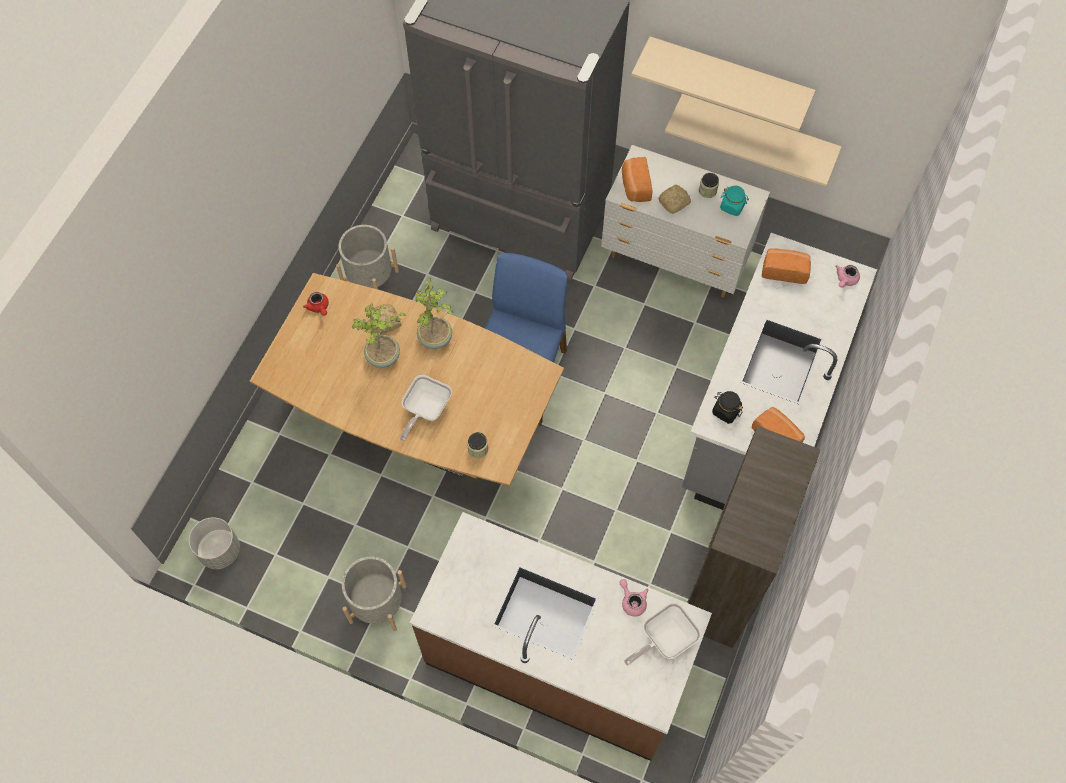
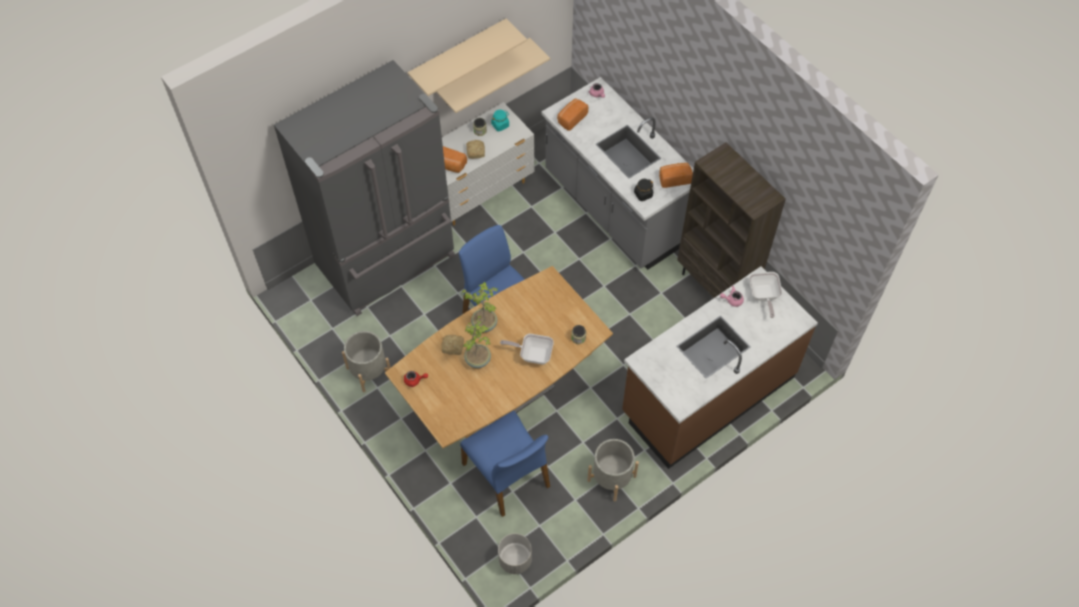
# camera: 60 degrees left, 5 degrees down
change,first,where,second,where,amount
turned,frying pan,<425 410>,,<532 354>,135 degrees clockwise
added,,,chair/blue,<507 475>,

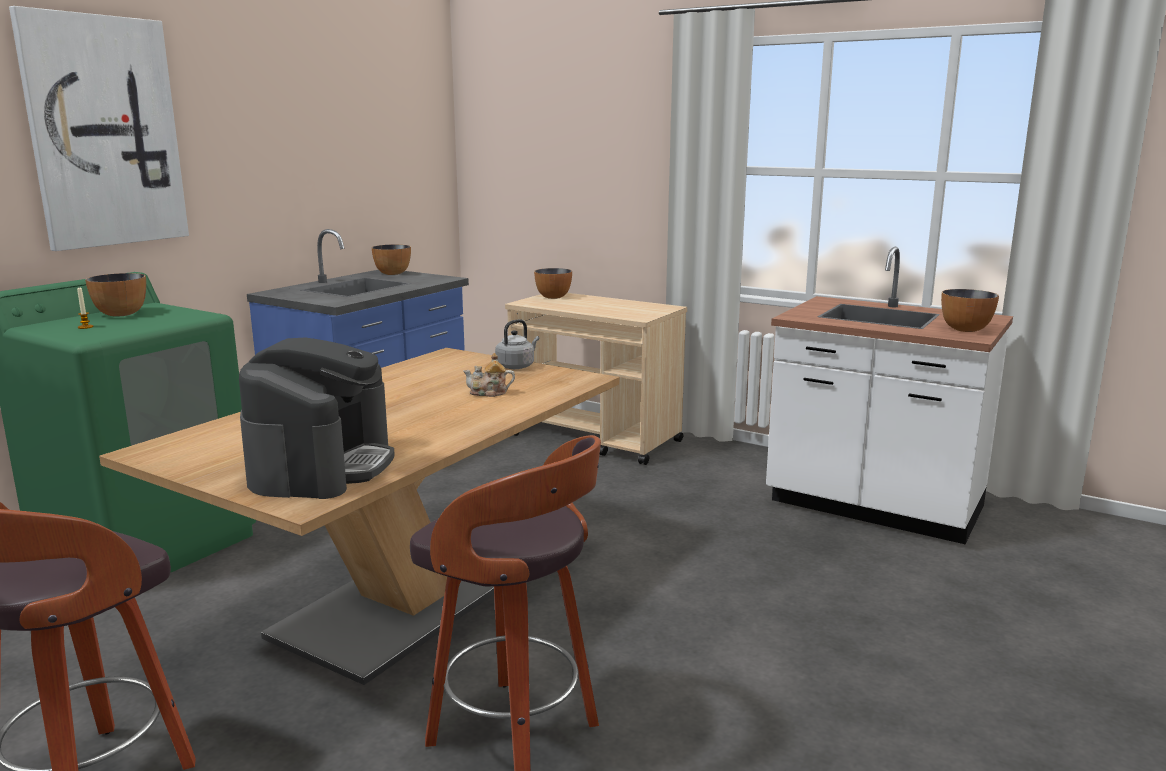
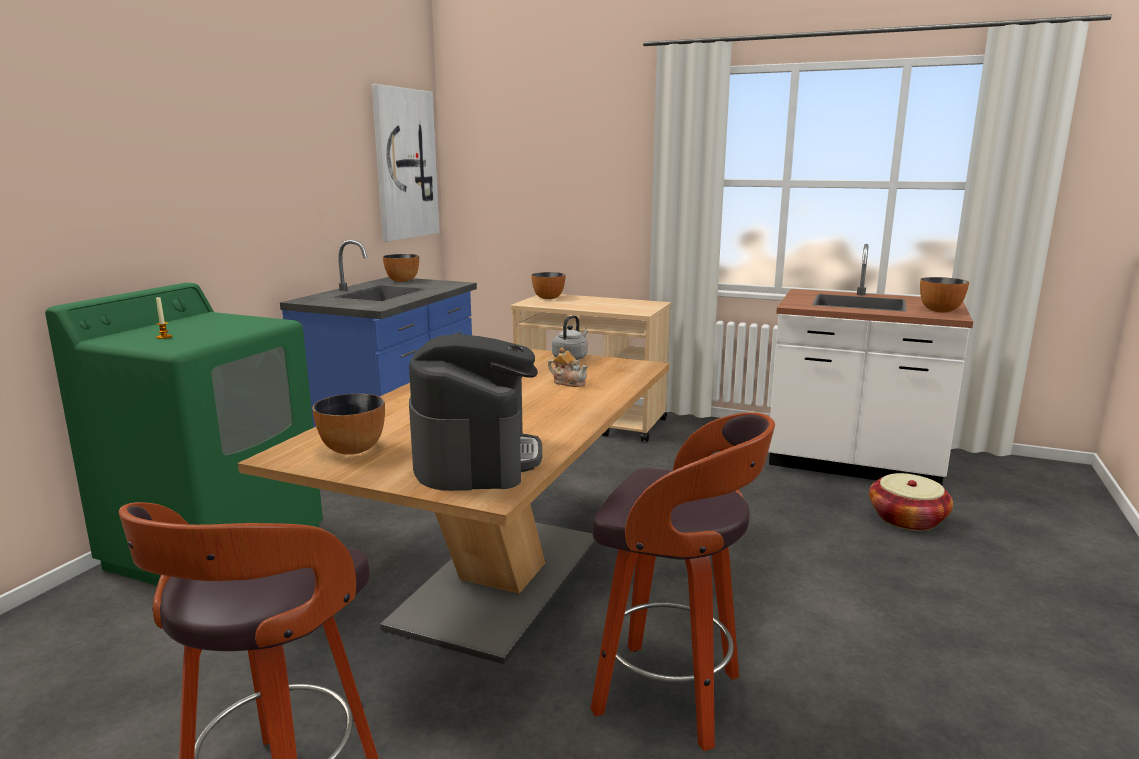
# camera: 10 degrees left, 0 degrees up
change,first,where,second,where,amount
moved,picture,<104 132>,,<405 164>,
moved,bowl,<121 314>,,<352 449>,
turned,teapot,<489 393>,,<569 382>,135 degrees counterclockwise
added,,,basket,<907 519>,

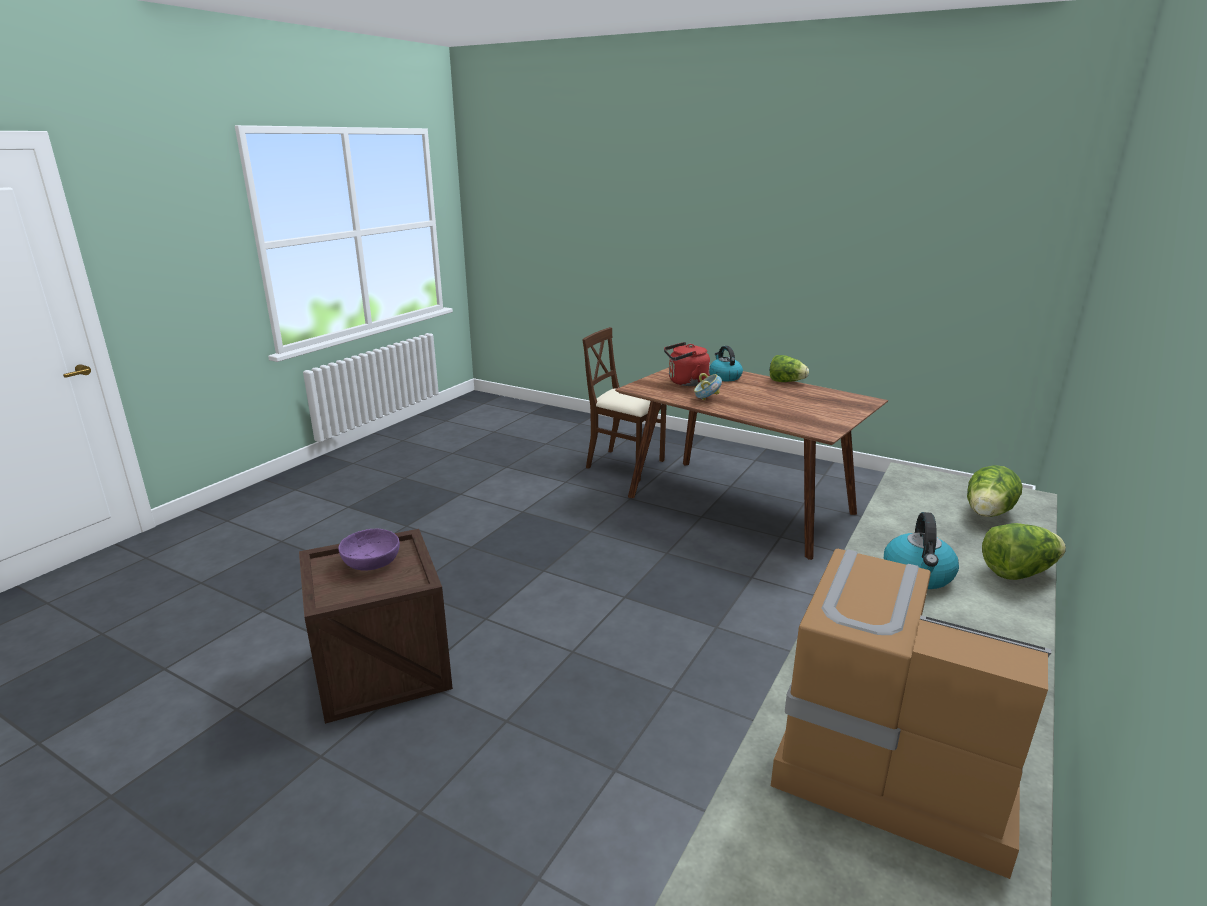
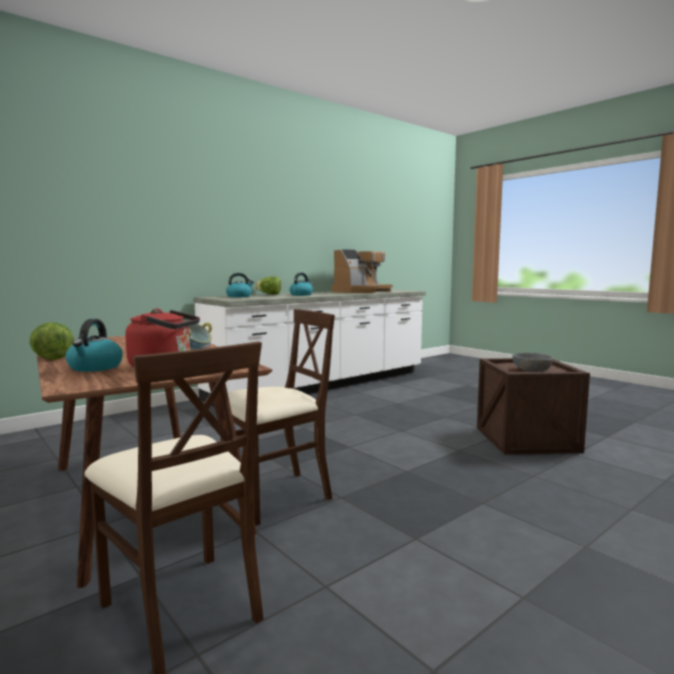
# camera: 160 degrees left, 15 degrees down
change,first,where,second,where,amount
recoloured,bowl/purple,<371 564>,bowl/grey,<532 370>,
turned,coffee machine,<891 757>,,<361 291>,90 degrees counterclockwise
replaced,lettuce,<987 514>,kettle,<239 296>,
added,,,chair/beige,<275 496>,

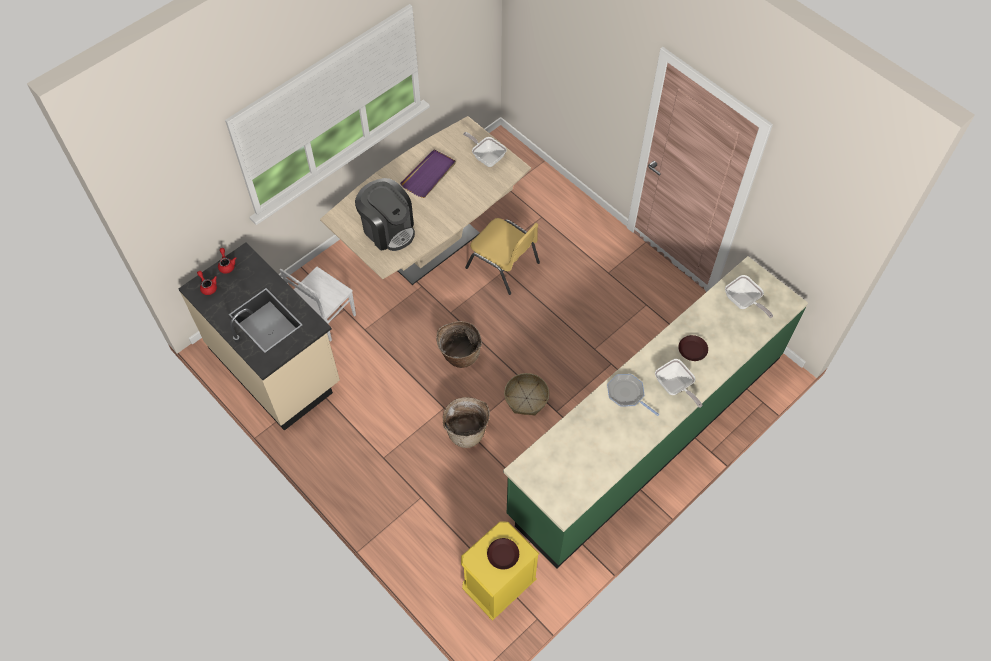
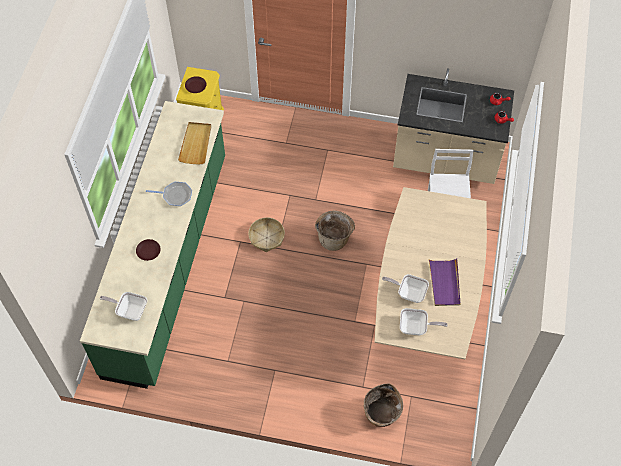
# camera: 145 degrees right, 0 degrees up
change,first,where,second,where,amount
removed,coffee machine,<388 229>,,,
moved,basket,<467 430>,,<381 415>,
removed,chair/yellow,<504 265>,,,
moved,frying pan,<675 387>,,<409 292>,
added,,,tray/beige,<196 144>,

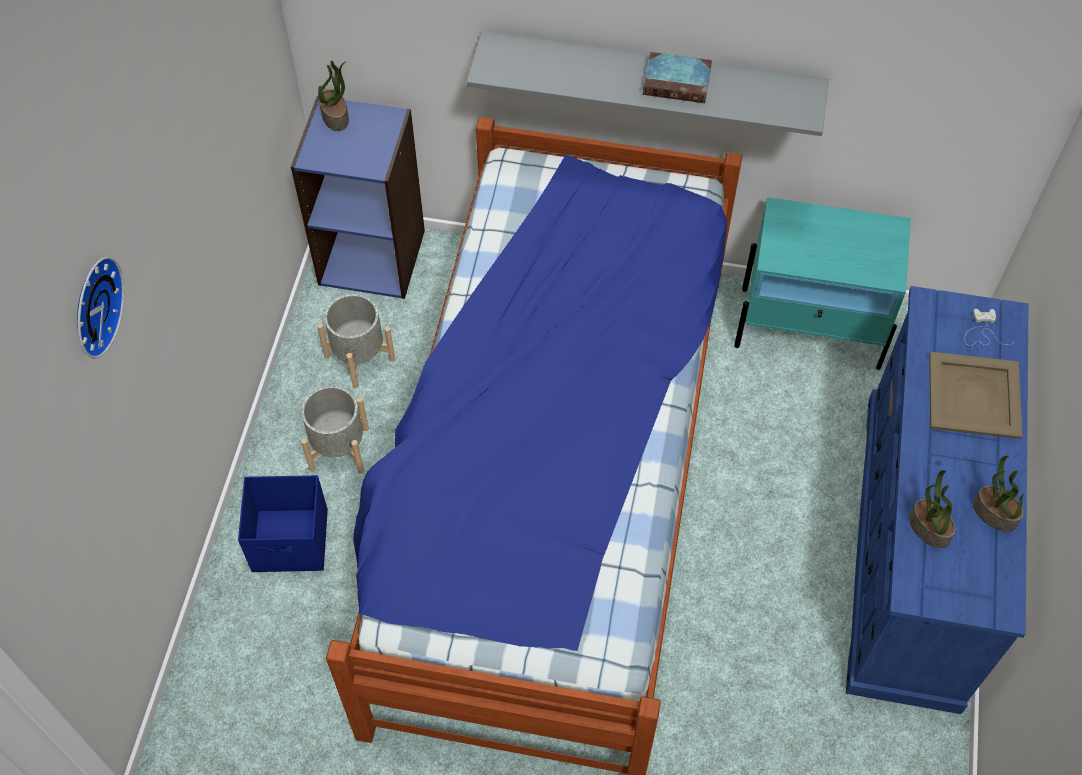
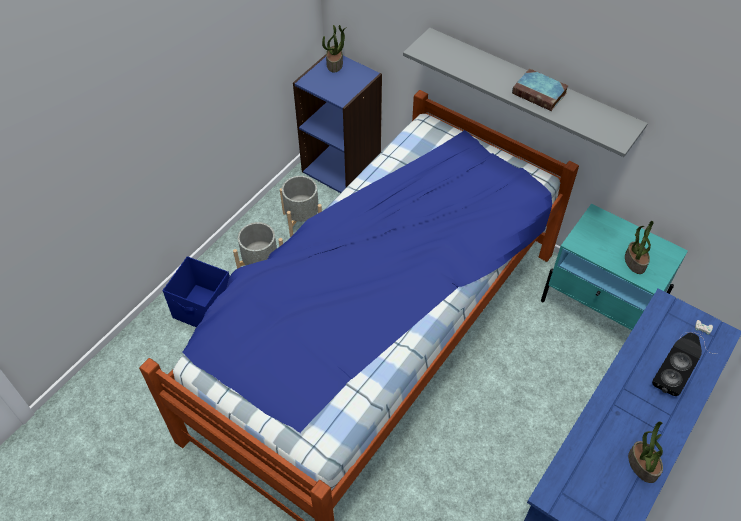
# camera: 25 degrees right, 5 degrees down
change,first,where,second,where,amount
removed,wall clock,<93 306>,,,
moved,potted plant,<928 528>,,<634 262>,
replaced,tray/beige,<975 395>,speaker/black,<669 378>,

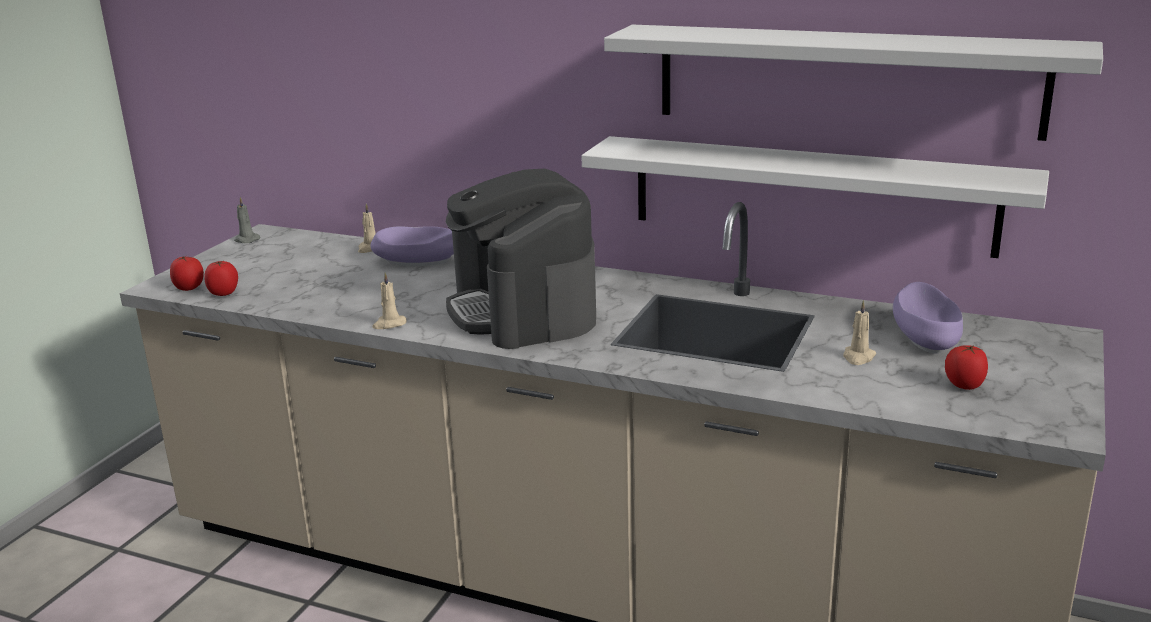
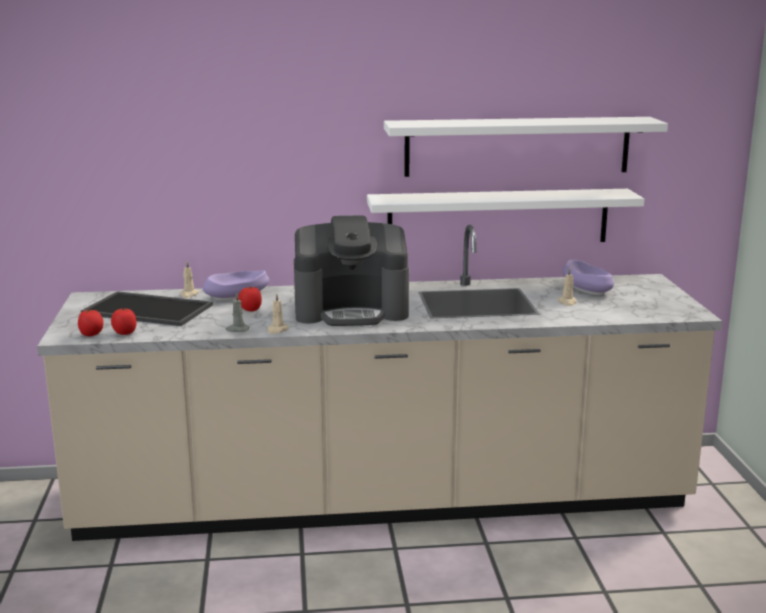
# camera: 30 degrees left, 5 degrees down
change,first,where,second,where,amount
moved,candle/grey,<246 240>,,<237 329>,
turned,coffee machine,<523 310>,,<352 310>,45 degrees counterclockwise
moved,tomato,<964 385>,,<250 310>,
added,,,tray,<149 309>,

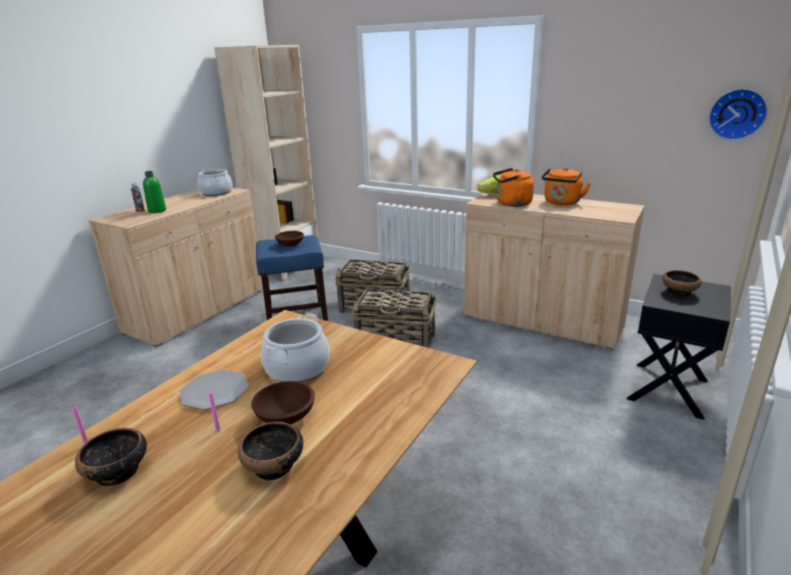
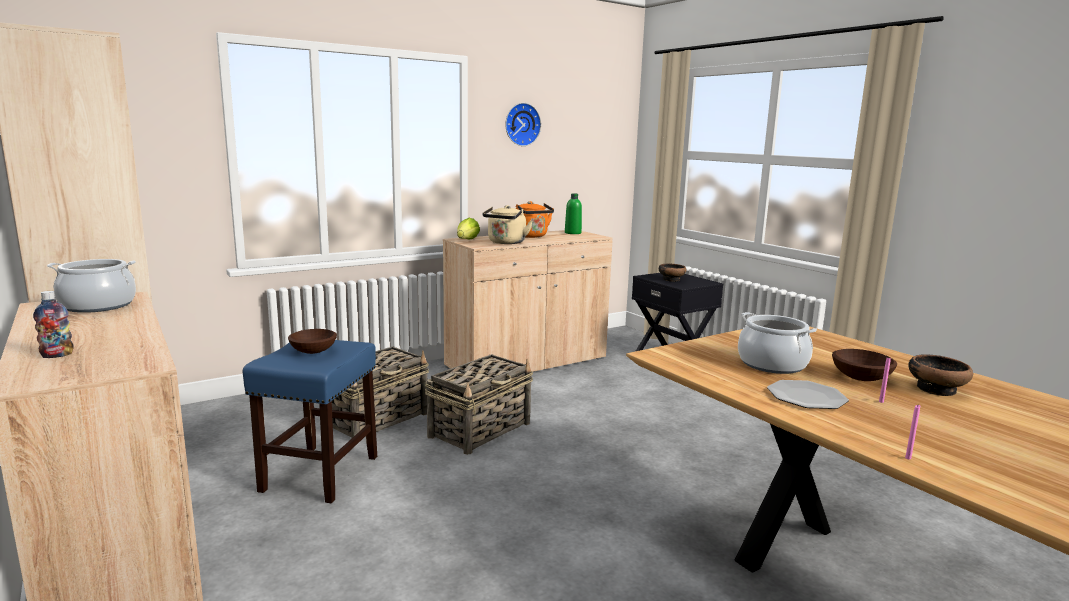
# camera: 65 degrees left, 10 degrees down
change,first,where,second,where,amount
removed,bowl,<117 472>,,,
moved,bottle/green,<157 211>,,<573 233>,
recoloured,kettle/orange,<511 204>,kettle/beige,<506 243>,
moved,wall clock,<737 114>,,<521 124>,

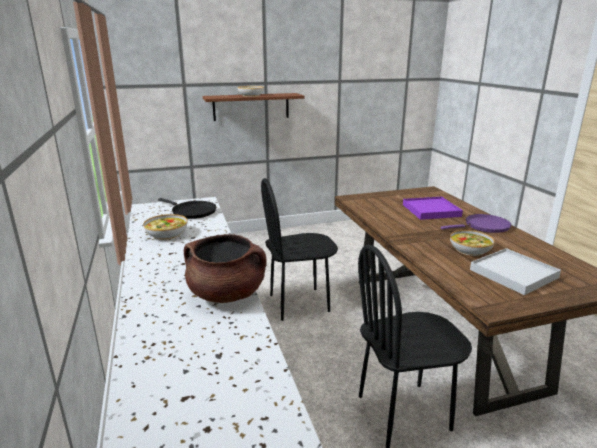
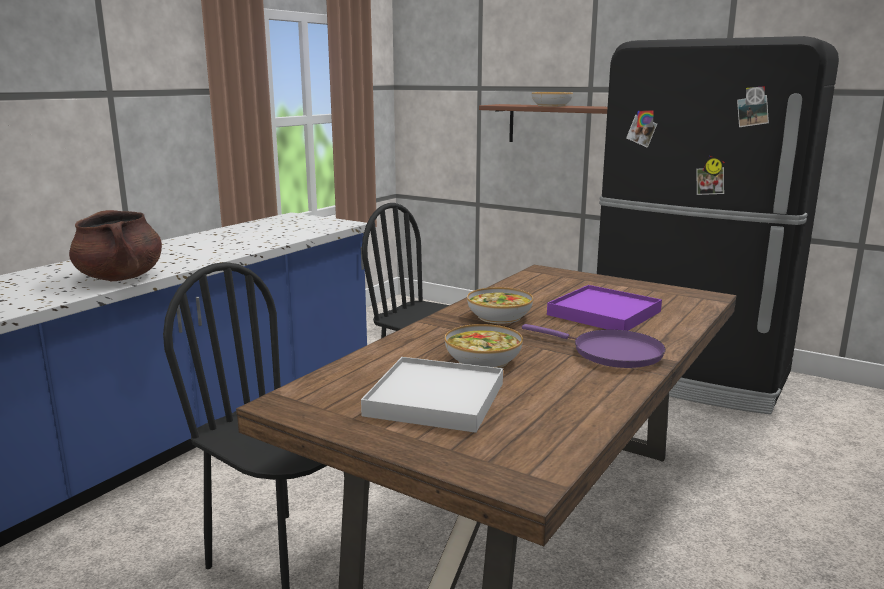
# camera: 50 degrees right, 5 degrees down
change,first,where,second,where,amount
moved,bowl,<167 234>,,<500 316>,
removed,frying pan/black,<192 212>,,,
added,,,fridge/black,<688 375>,

